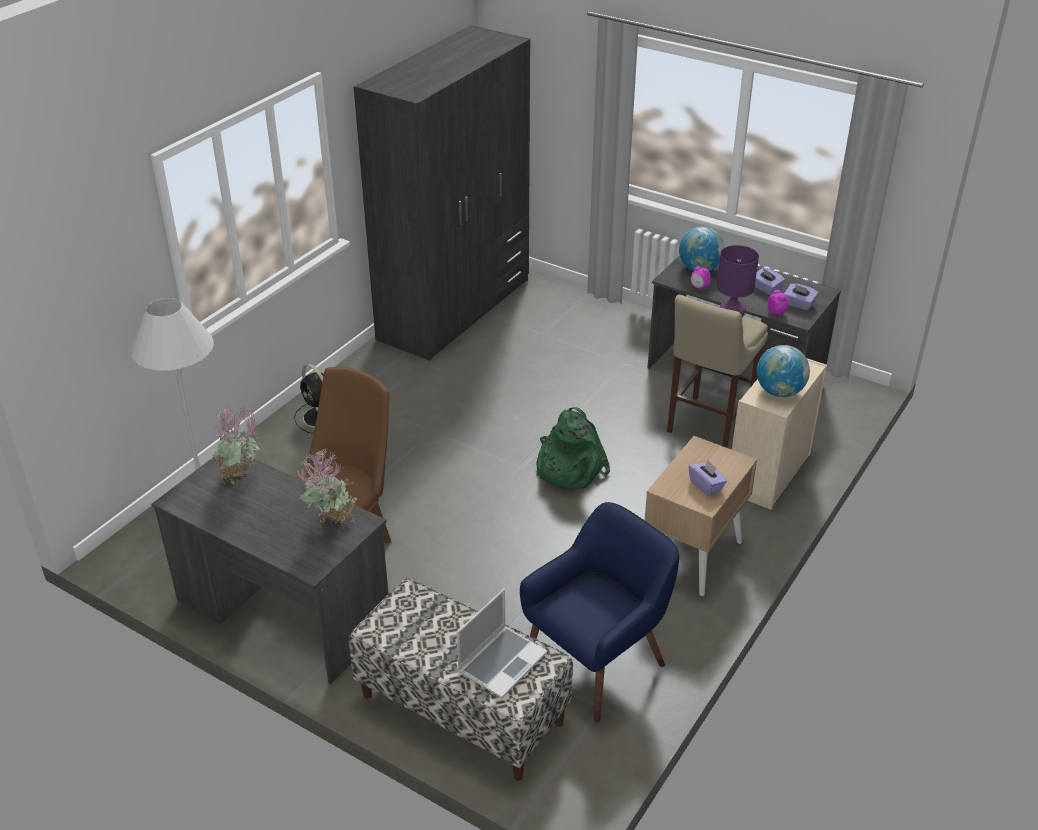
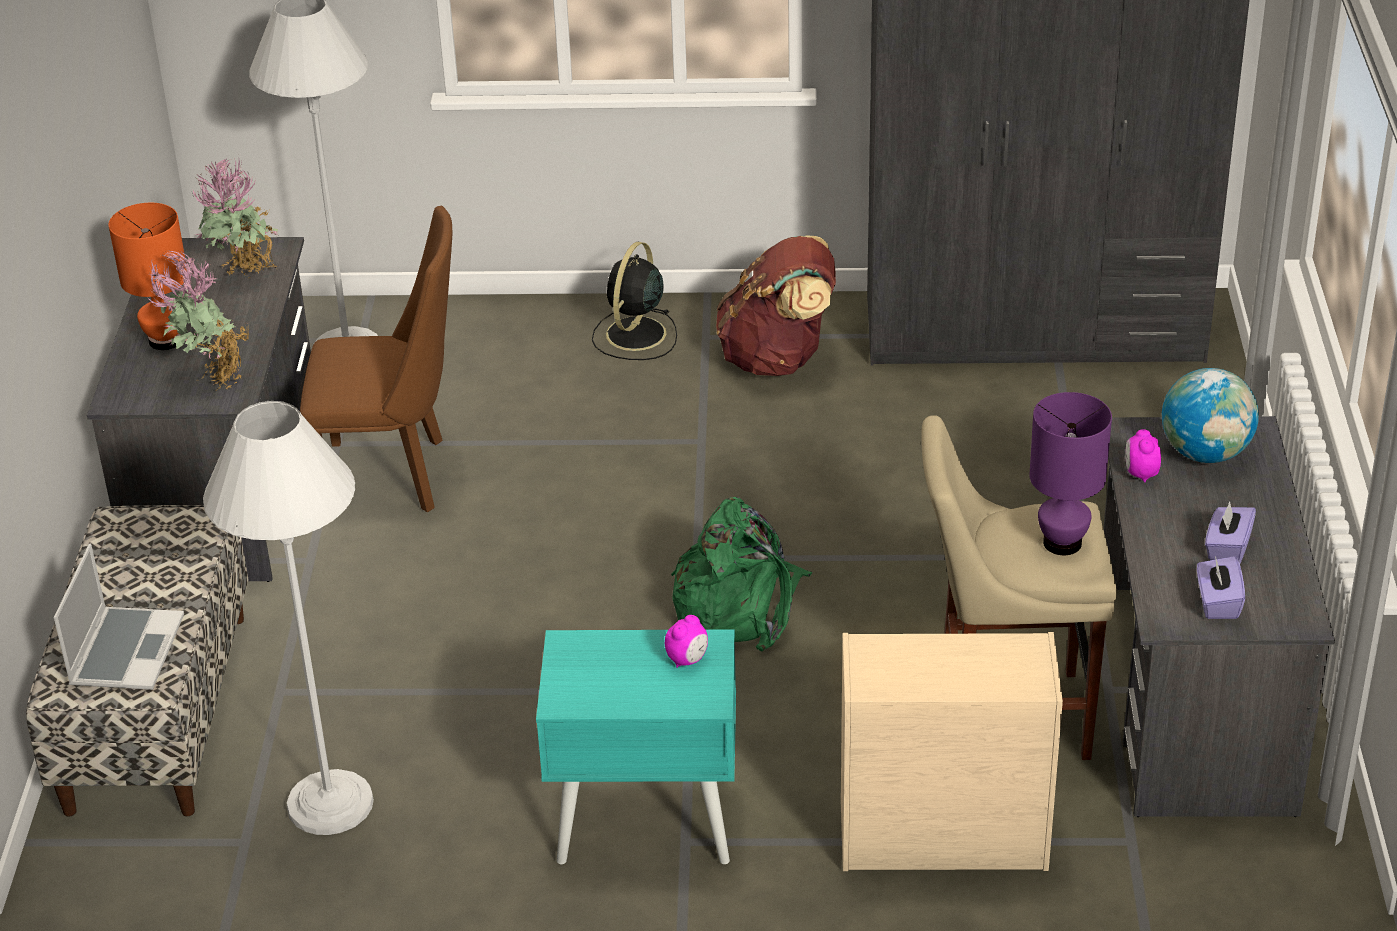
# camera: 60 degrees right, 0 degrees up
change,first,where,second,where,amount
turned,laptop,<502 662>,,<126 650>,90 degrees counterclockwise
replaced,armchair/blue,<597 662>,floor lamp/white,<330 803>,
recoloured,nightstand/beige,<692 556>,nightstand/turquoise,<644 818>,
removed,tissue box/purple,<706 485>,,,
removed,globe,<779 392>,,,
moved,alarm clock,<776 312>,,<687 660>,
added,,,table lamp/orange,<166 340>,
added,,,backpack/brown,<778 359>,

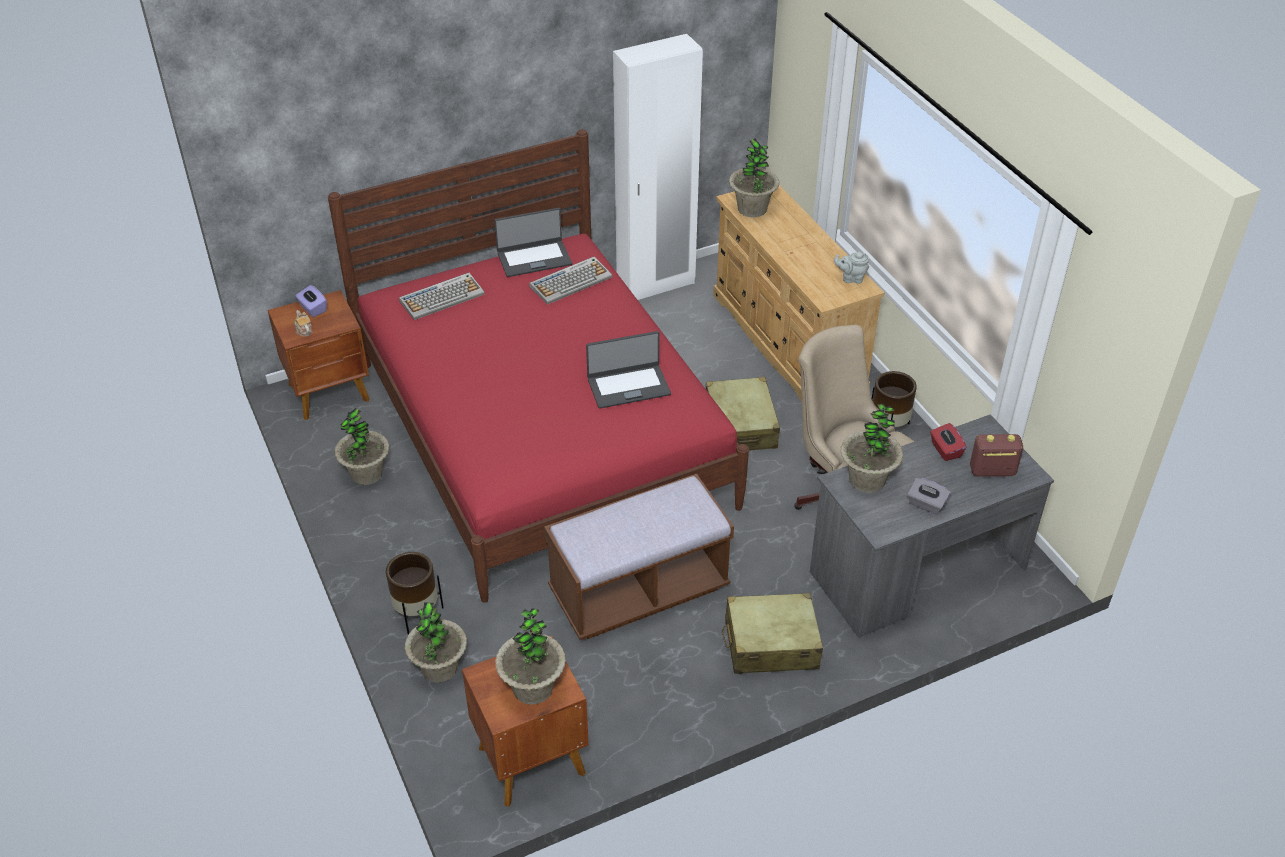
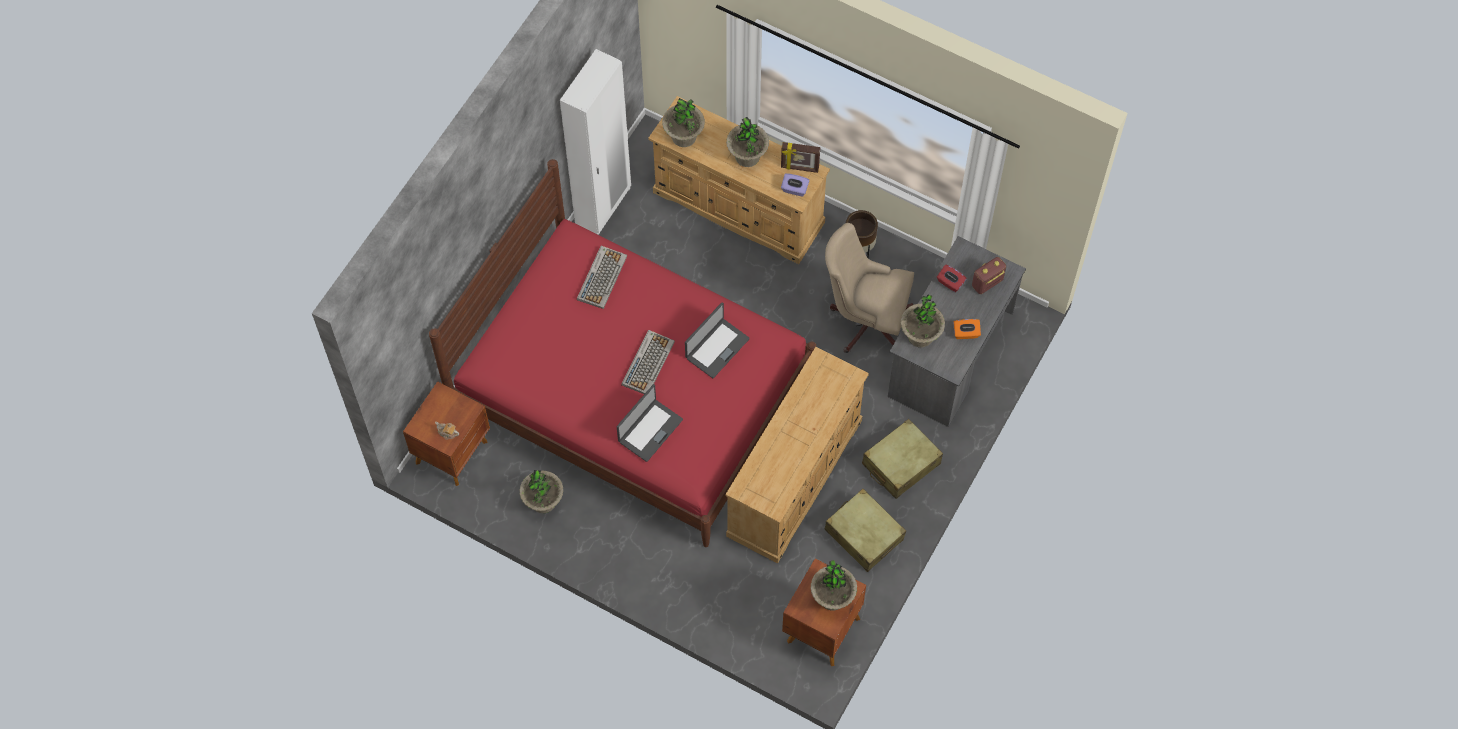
# camera: 35 degrees left, 20 degrees up
change,first,where,second,where,amount
moved,tissue box/purple,<313 309>,,<794 189>,
removed,planter/brown,<416 614>,,,
moved,keyboard,<442 297>,,<648 362>,
moved,potted plant,<439 668>,,<747 156>,
moved,laptop,<534 258>,,<649 430>,
replaced,bench/brown,<639 591>,dresser/beige,<795 477>,
moved,suitcase/beige,<740 426>,,<864 534>,
replaced,teapot/grey,<851 278>,picture frame,<799 168>,
recoloured,tissue box/grey,<926 504>,tissue box/orange,<966 333>,

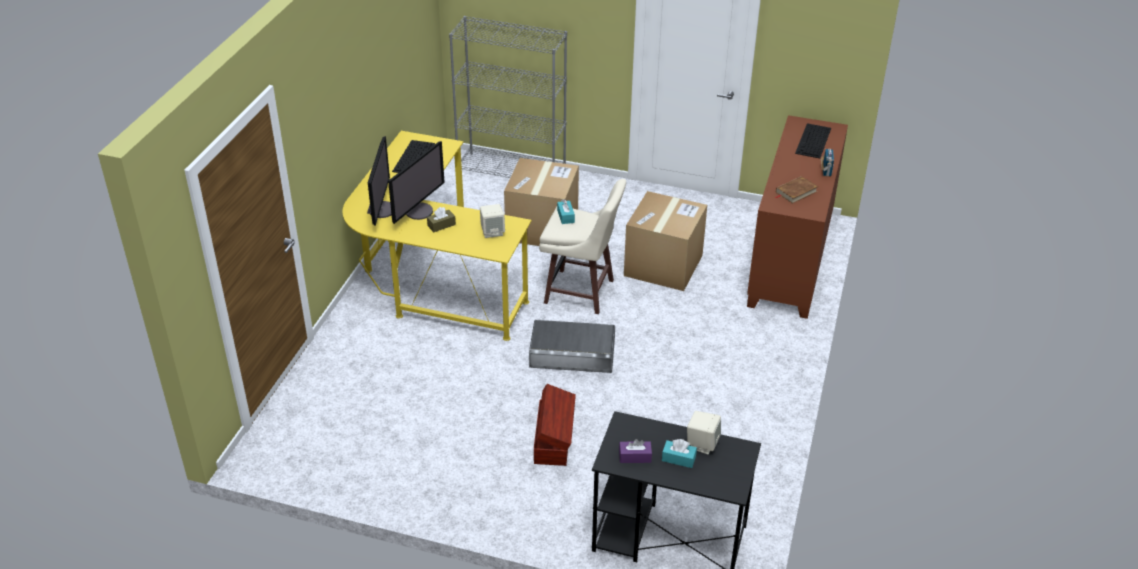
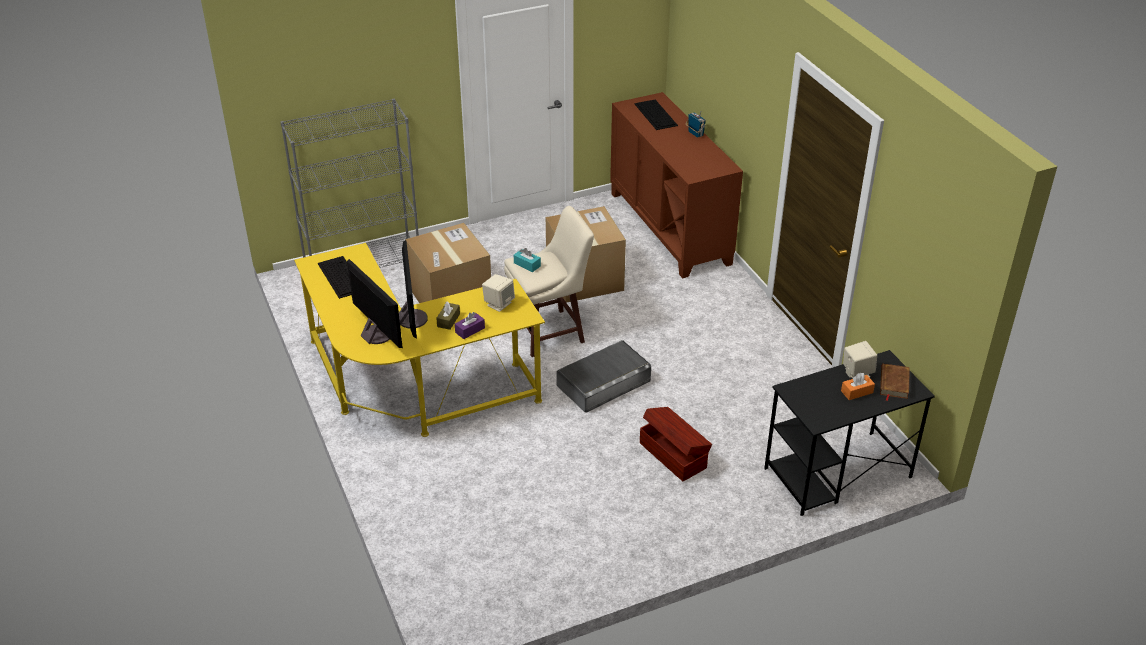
# camera: 40 degrees left, 0 degrees up
change,first,where,second,where,amount
moved,tissue box/purple,<635 457>,,<470 330>,
recoloured,tissue box/turquoise,<678 458>,tissue box/orange,<857 392>,
moved,book/brown,<795 192>,,<893 383>,

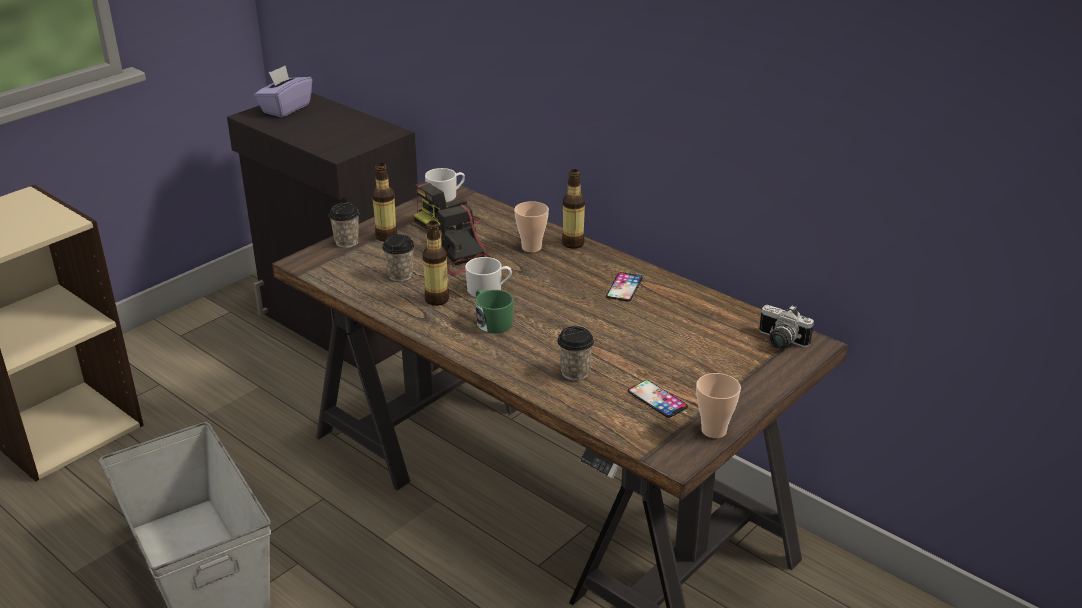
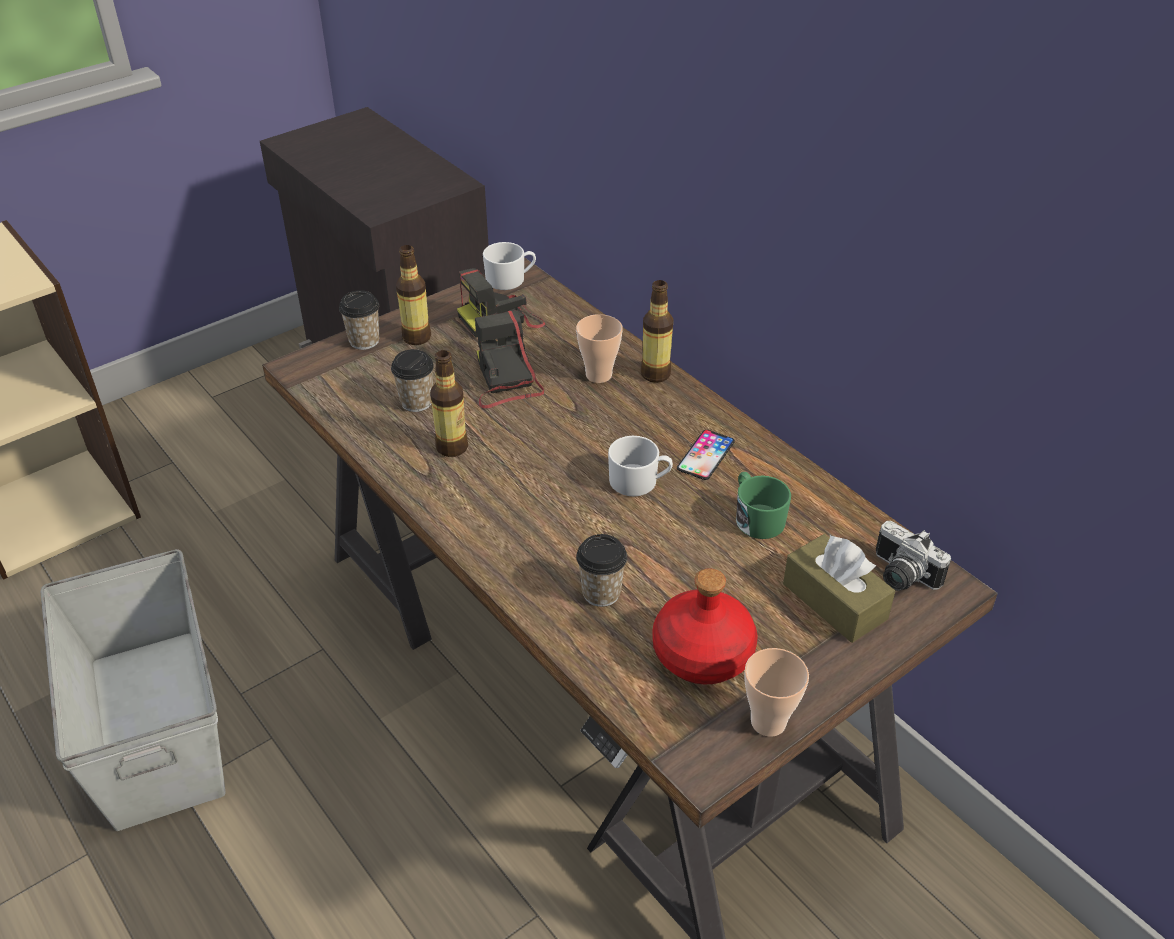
# camera: 10 degrees right, 10 degrees up
change,first,where,second,where,amount
removed,tissue box/purple,<285 108>,,,
moved,mug/white,<489 289>,,<639 482>,
moved,mug/green,<491 321>,,<756 517>,
replaced,phone,<657 399>,bottle/red,<702 654>,
added,,,tissue box/brown,<834 601>,

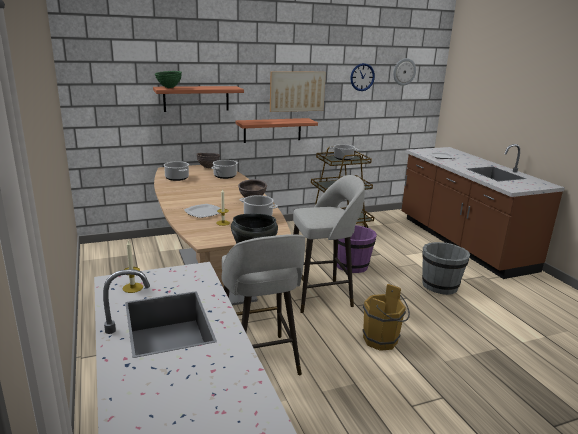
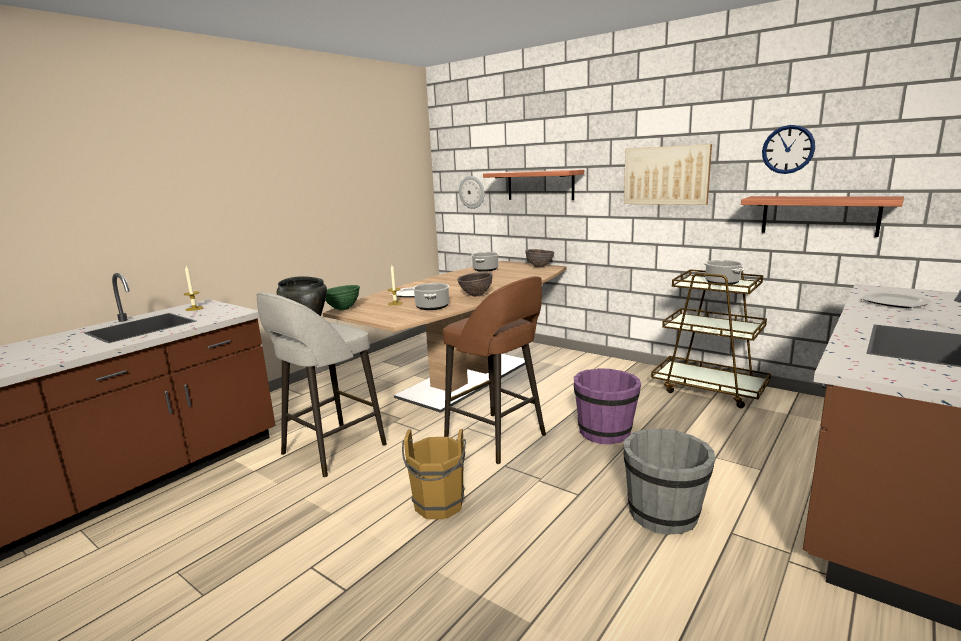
# camera: 60 degrees right, 5 degrees down
change,first,where,second,where,amount
moved,bowl/green,<169 88>,,<343 309>,
removed,cooking pot,<225 176>,,,
moved,shelf,<272 130>,,<819 215>,
recoloured,stool/grey,<321 296>,stool/brown,<497 438>,
moved,wall clock,<404 71>,,<472 192>,

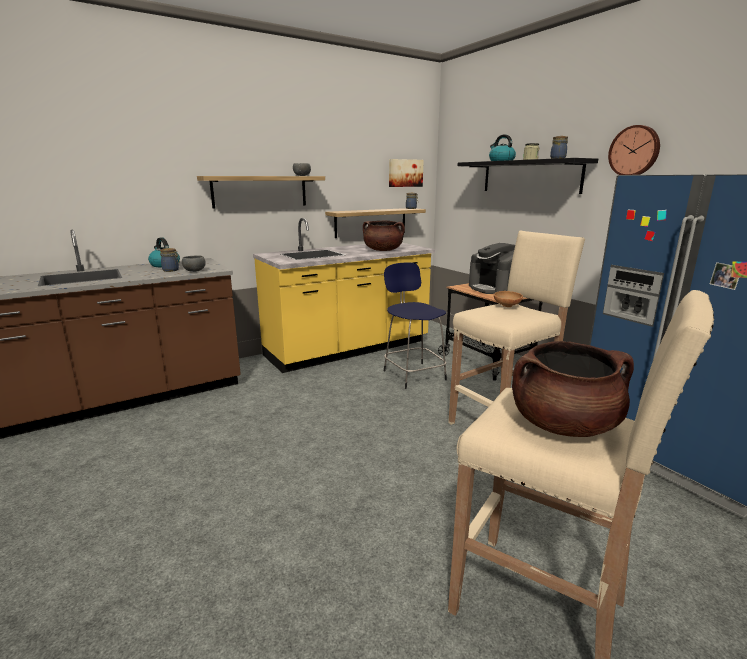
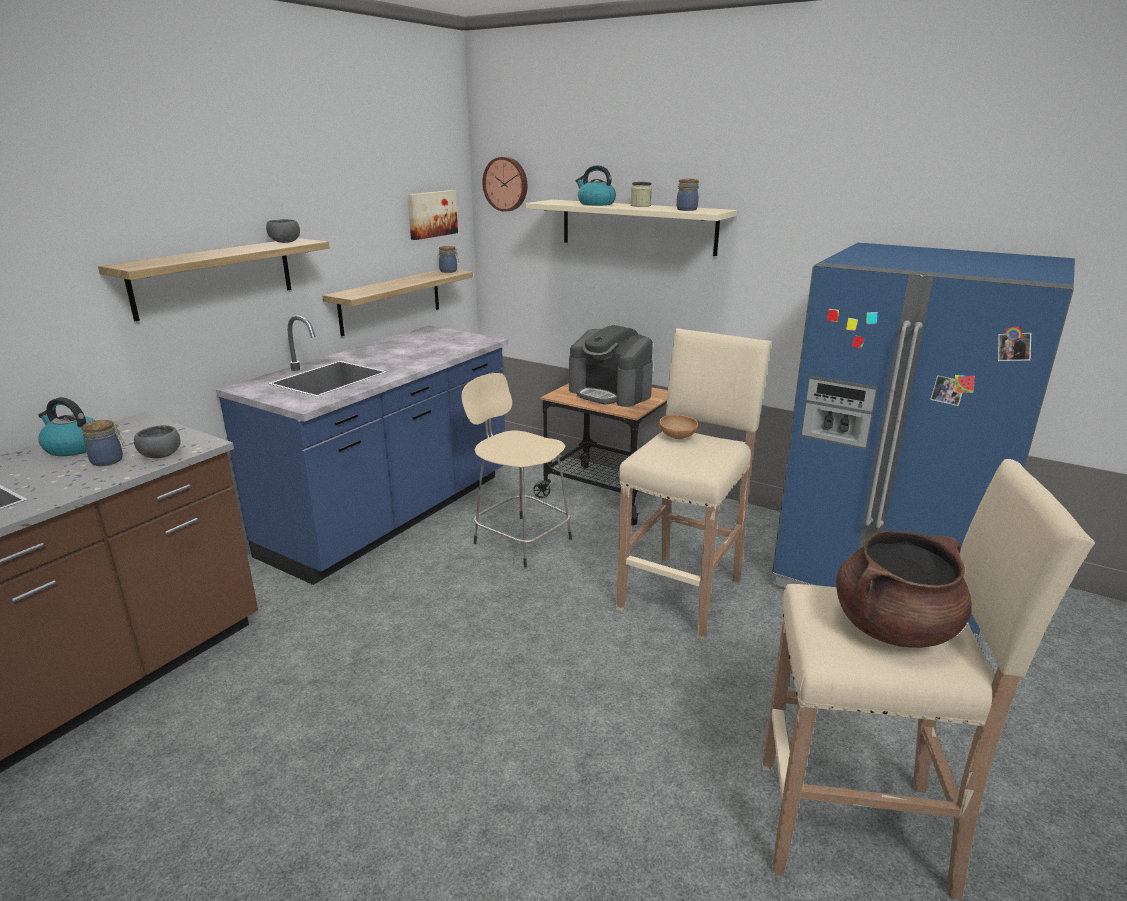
# camera: 25 degrees left, 5 degrees up
change,first,where,second,where,amount
recoloured,counter/yellow,<348 349>,counter/blue,<393 515>,
removed,cooking pot/brown,<383 250>,,,
recoloured,stool/blue,<413 374>,stool/beige,<520 540>,
recoloured,shelf/black,<530 176>,shelf/beige,<637 226>,
moved,wall clock,<634 151>,,<506 184>,

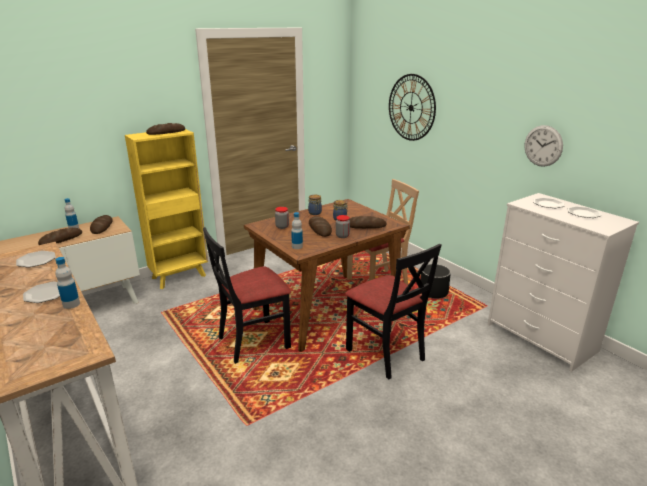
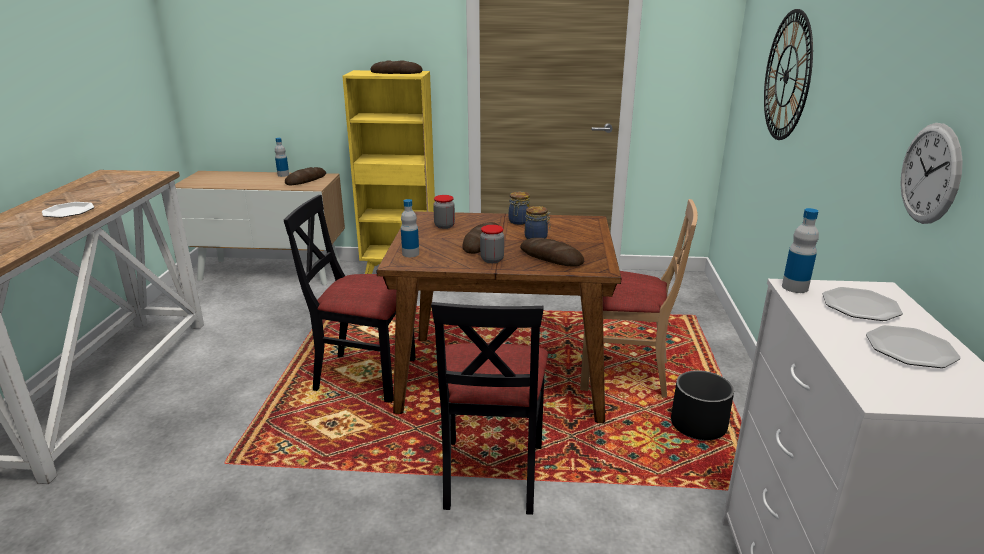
# camera: 40 degrees right, 0 degrees up
change,first,where,second,where,amount
removed,plate,<37 260>,,,
removed,bread,<61 239>,,,
moved,bottle,<71 304>,,<795 287>,

